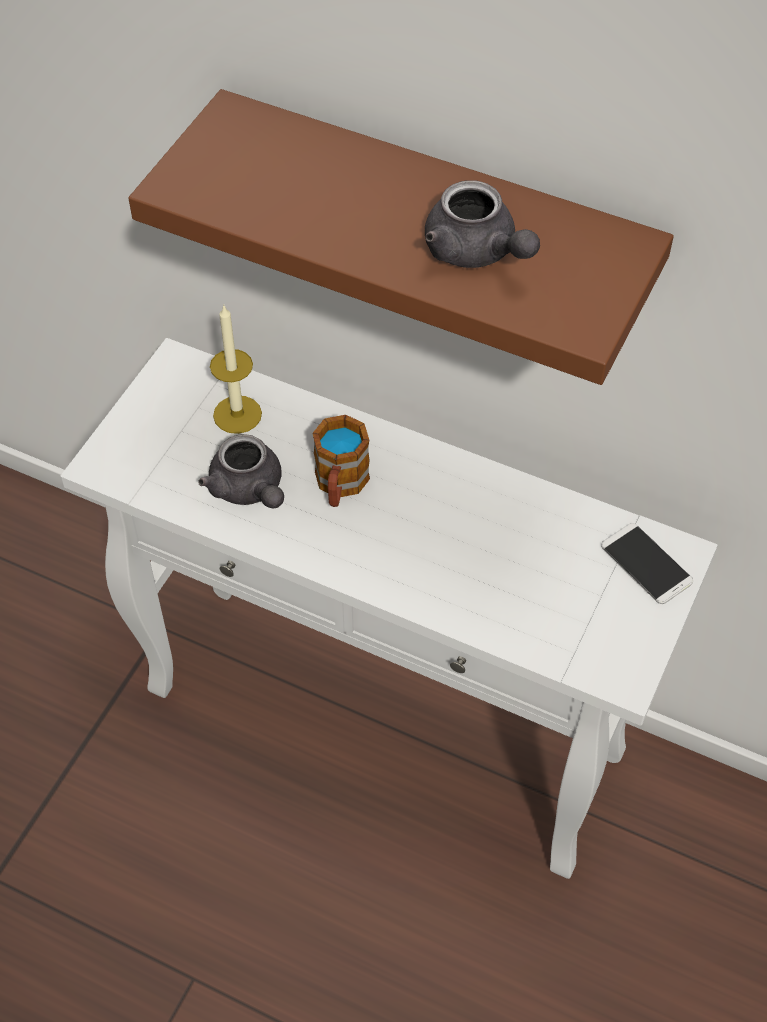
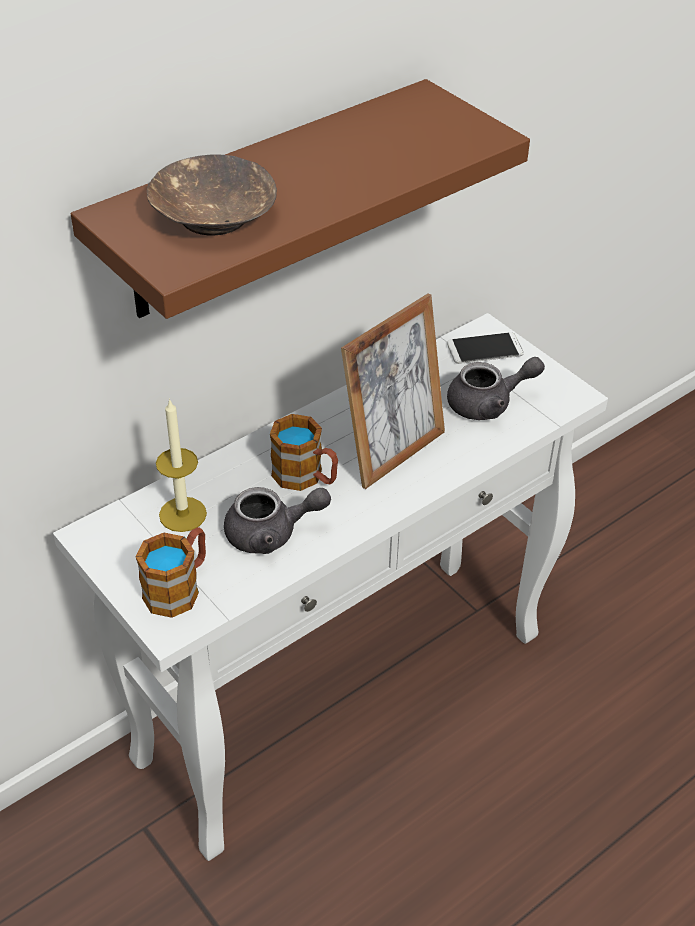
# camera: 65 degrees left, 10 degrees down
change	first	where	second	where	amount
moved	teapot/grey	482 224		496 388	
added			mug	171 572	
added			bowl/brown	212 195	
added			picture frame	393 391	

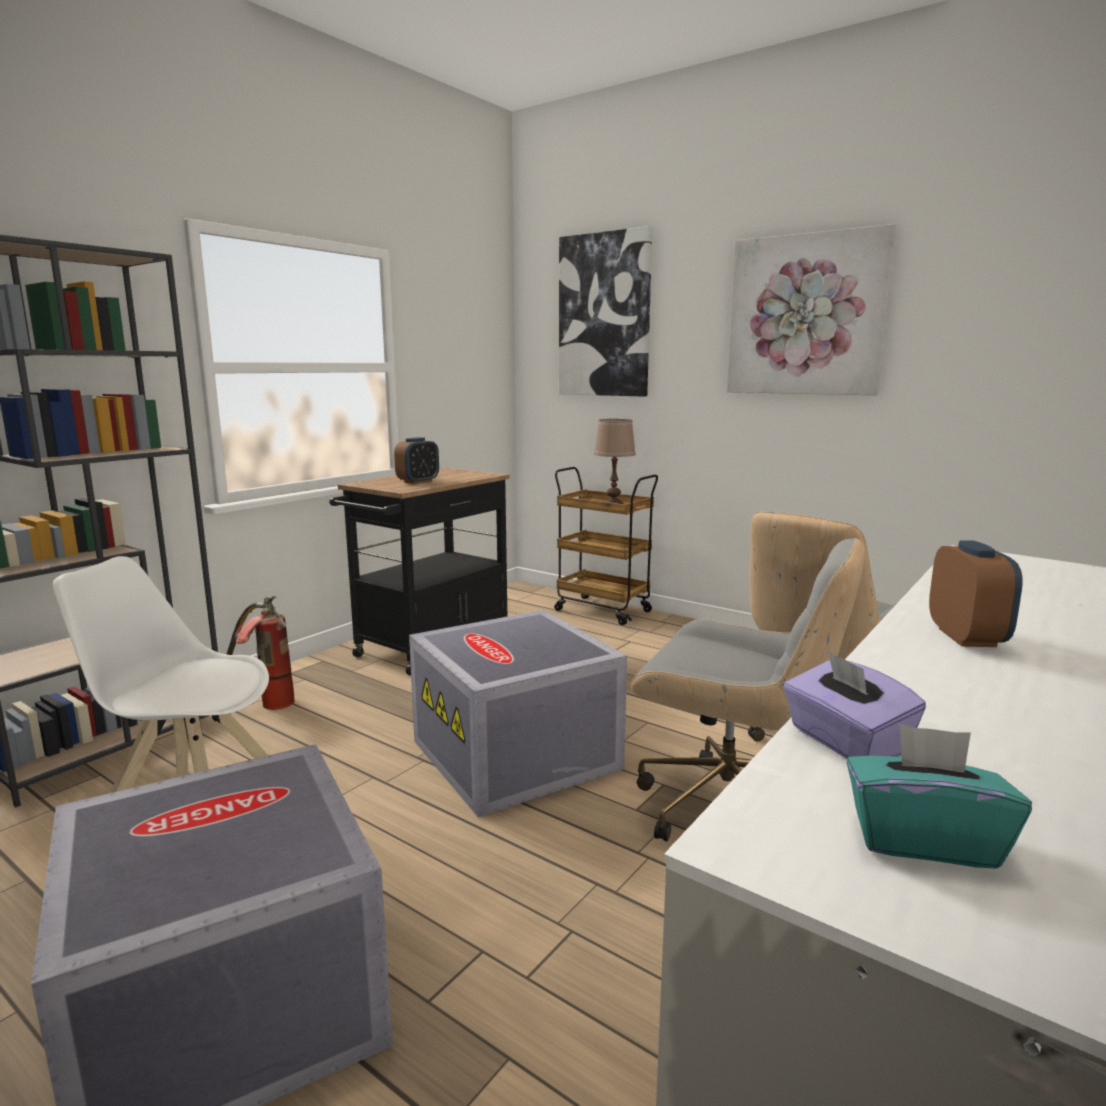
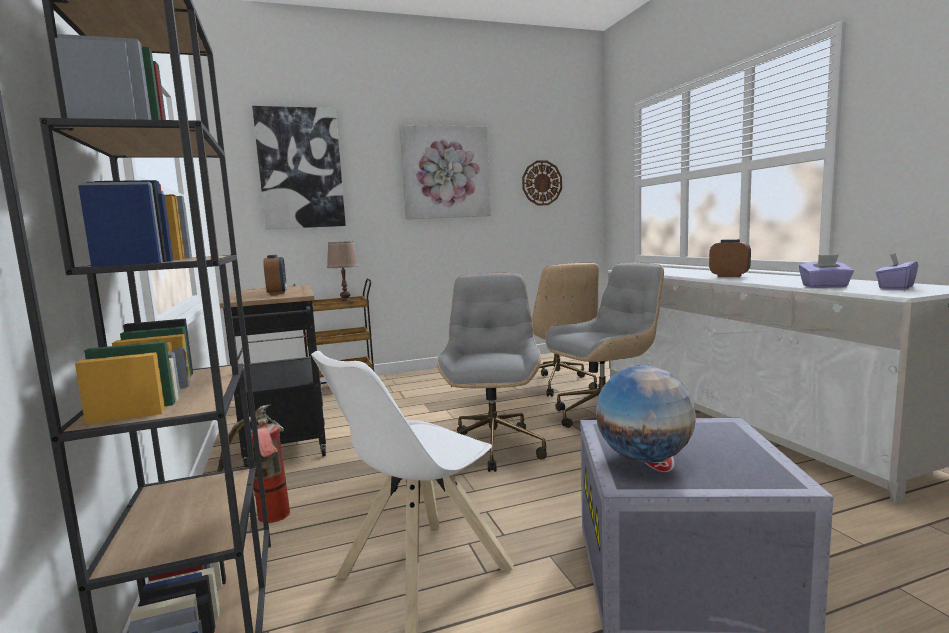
# camera: 55 degrees left, 5 degrees down
change	first	where	second	where	amount
replaced	storage box/grey	518 713	office chair/grey	492 372	
recoloured	tissue box/turquoise	939 796	tissue box/purple	897 271	
added			wall clock	542 183	
added			globe	646 414	

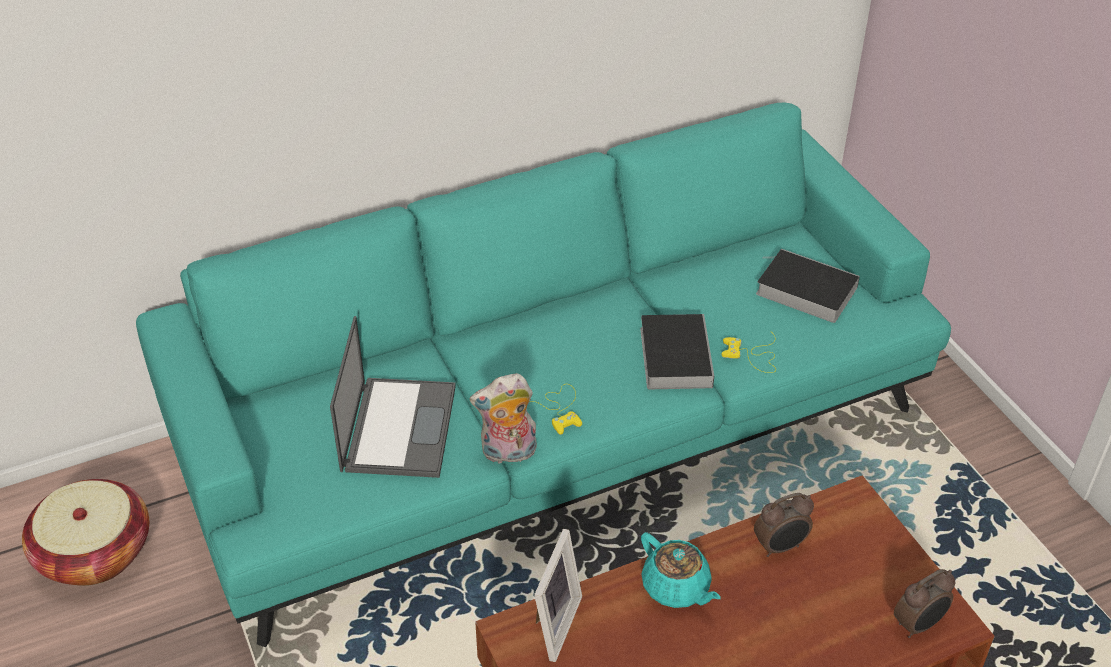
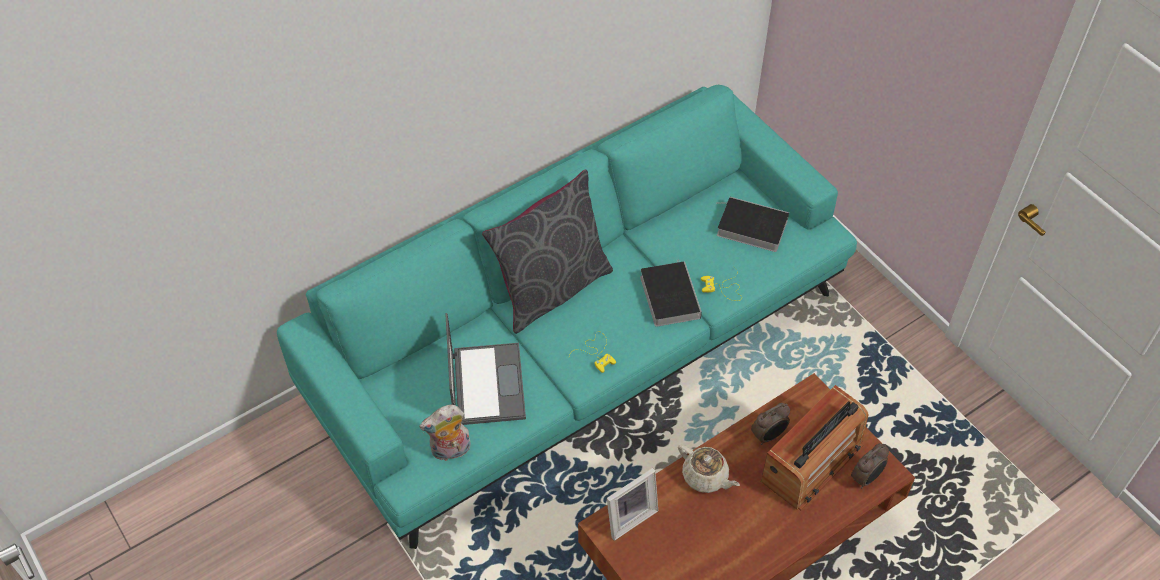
# camera: 10 degrees left, 10 degrees up
change	first	where	second	where	amount
removed	basket	85 532			
moved	plush toy	503 418		445 433	
turned	picture frame	558 595		632 504	45 degrees clockwise
recoloured	teapot/turquoise	681 570	teapot/beige	709 468	
added			pillow/grey	547 251	
added			radio	815 447	

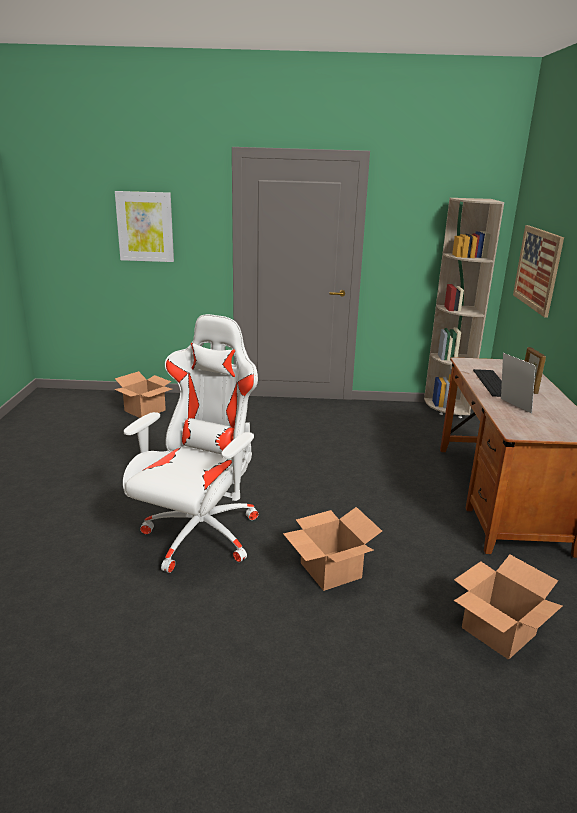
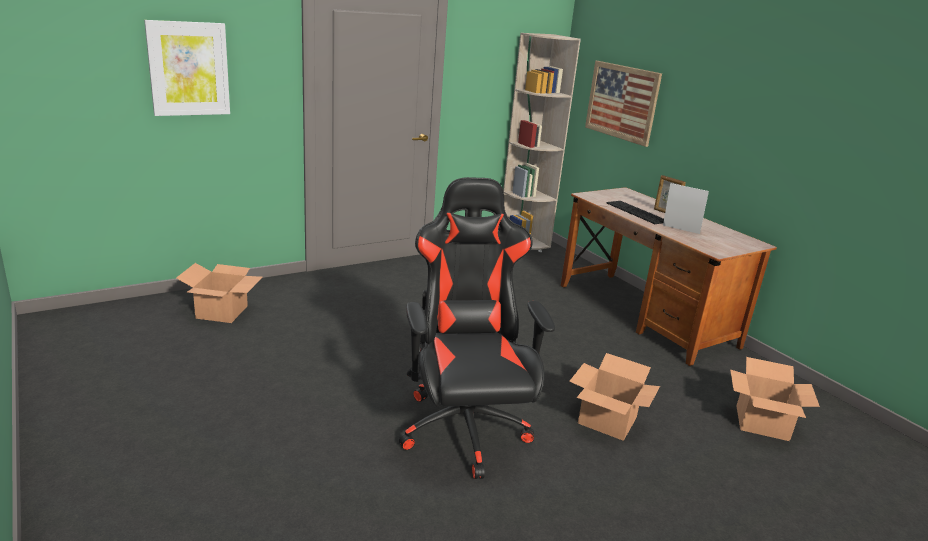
# camera: 35 degrees left, 0 degrees up
change	first	where	second	where	amount
recoloured	office chair/white	191 443	office chair/black	477 328	

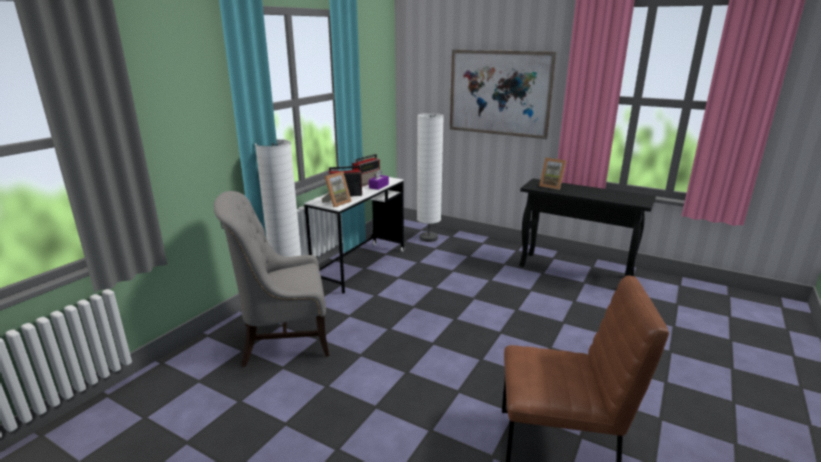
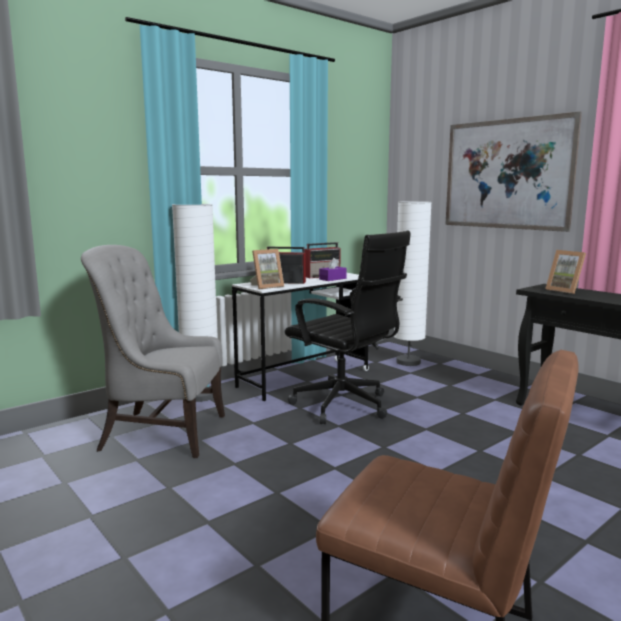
# camera: 20 degrees right, 10 degrees down
change	first	where	second	where	amount
added			office chair/black	347 327	

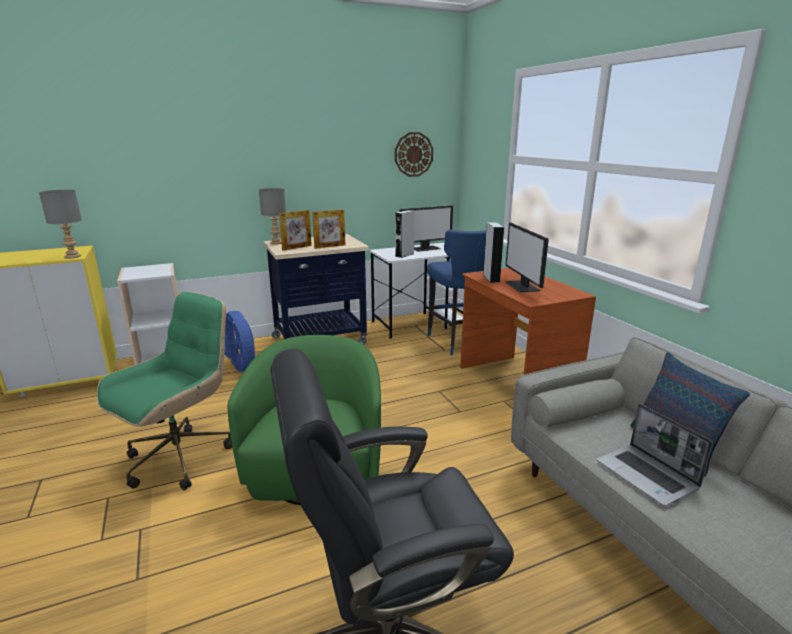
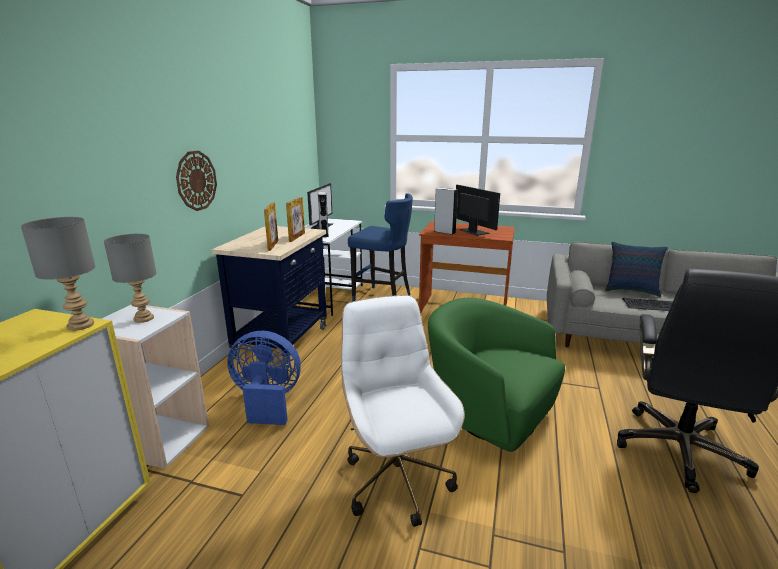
# camera: 50 degrees left, 0 degrees up
change	first	where	second	where	amount
recoloured	office chair/green	164 390	office chair/white	403 411	
moved	table lamp/grey	272 216		130 278	
moved	wall clock	414 154		196 181	
turned	monitor	527 257		478 210	150 degrees counterclockwise
replaced	laptop	655 455	keyboard	647 304	

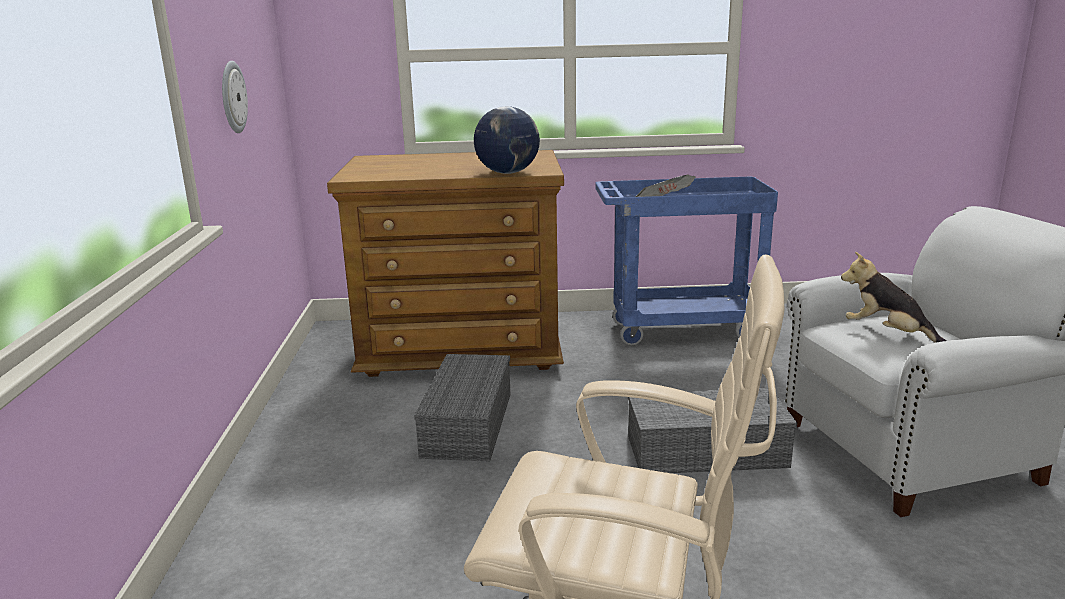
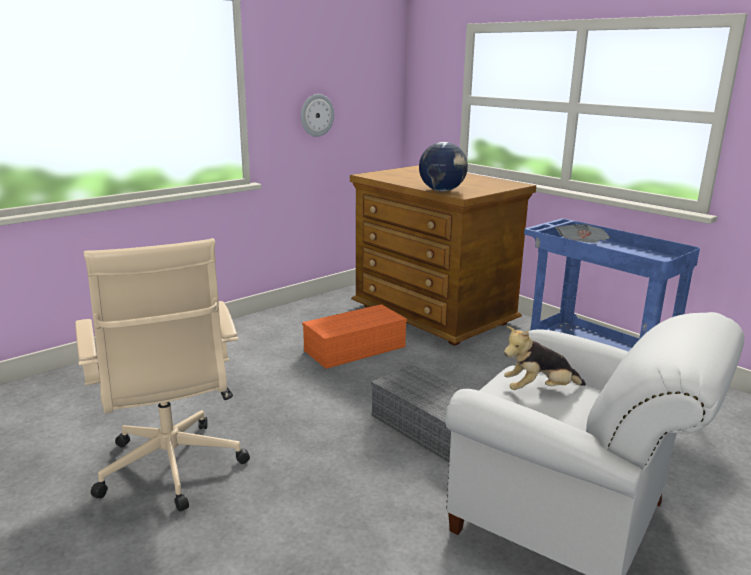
# camera: 50 degrees right, 0 degrees up
change	first	where	second	where	amount
recoloured	storage box/grey	462 407	storage box/orange	354 336	
turned	plush toy	893 297		545 358	105 degrees counterclockwise

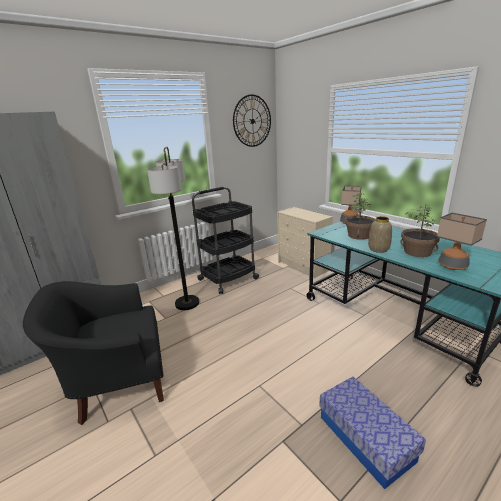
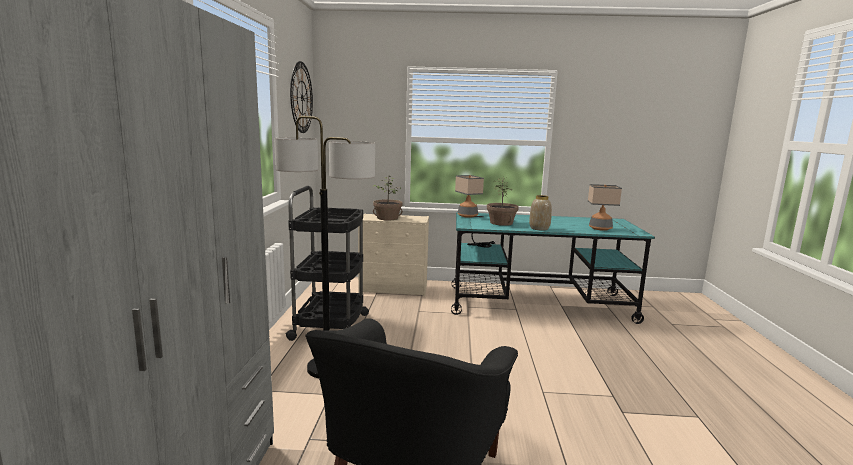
# camera: 50 degrees left, 10 degrees down
change	first	where	second	where	amount
removed	storage box	372 433			
moved	potted plant	420 230		388 198	

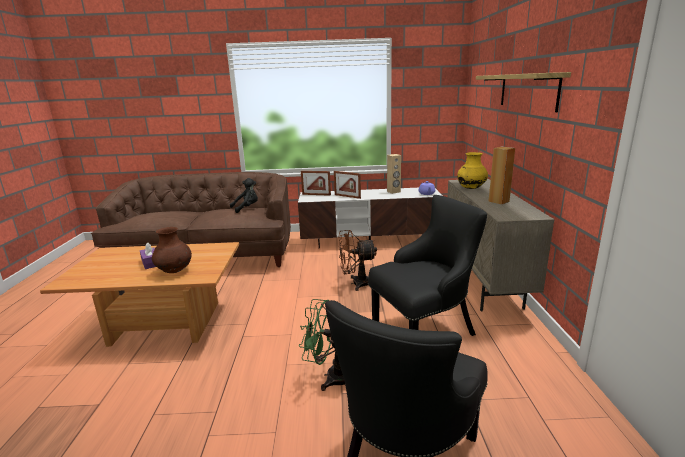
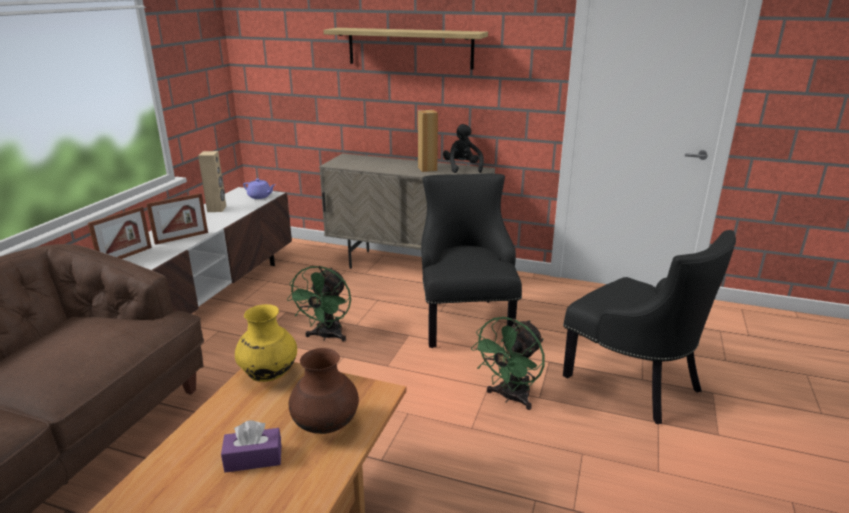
# camera: 70 degrees left, 5 degrees up
change	first	where	second	where	amount
moved	plush toy/black	244 195		463 148	
recoloured	fan/brown	357 260	fan/green	319 304	
moved	vase/yellow	472 170		266 343	

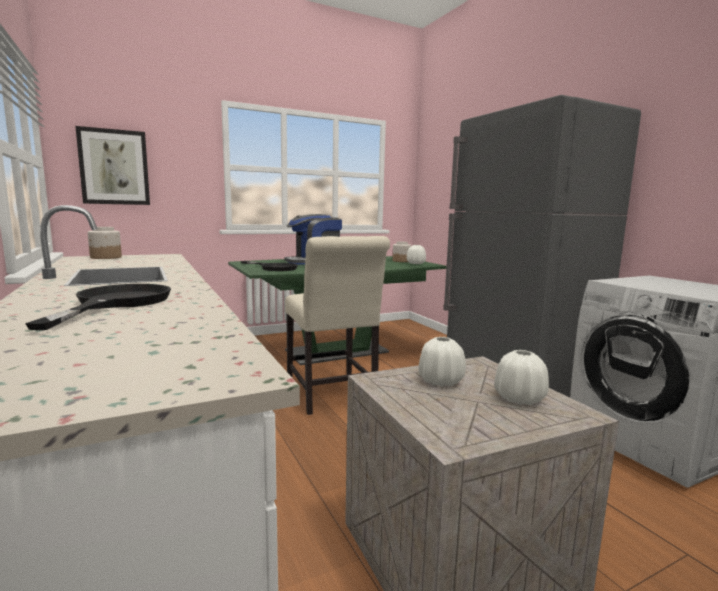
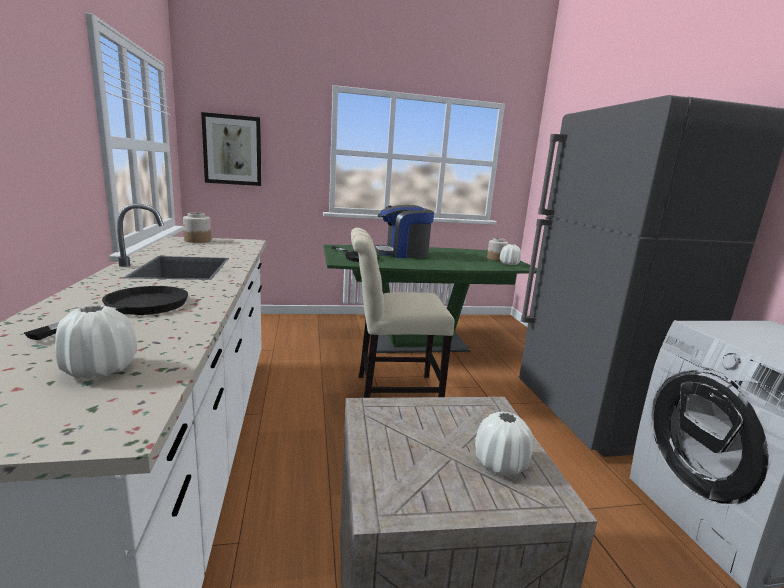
# camera: 15 degrees right, 5 degrees up
change	first	where	second	where	amount
turned	chair/beige	337 325		402 313	90 degrees clockwise
moved	vase/white	442 362		96 342	

